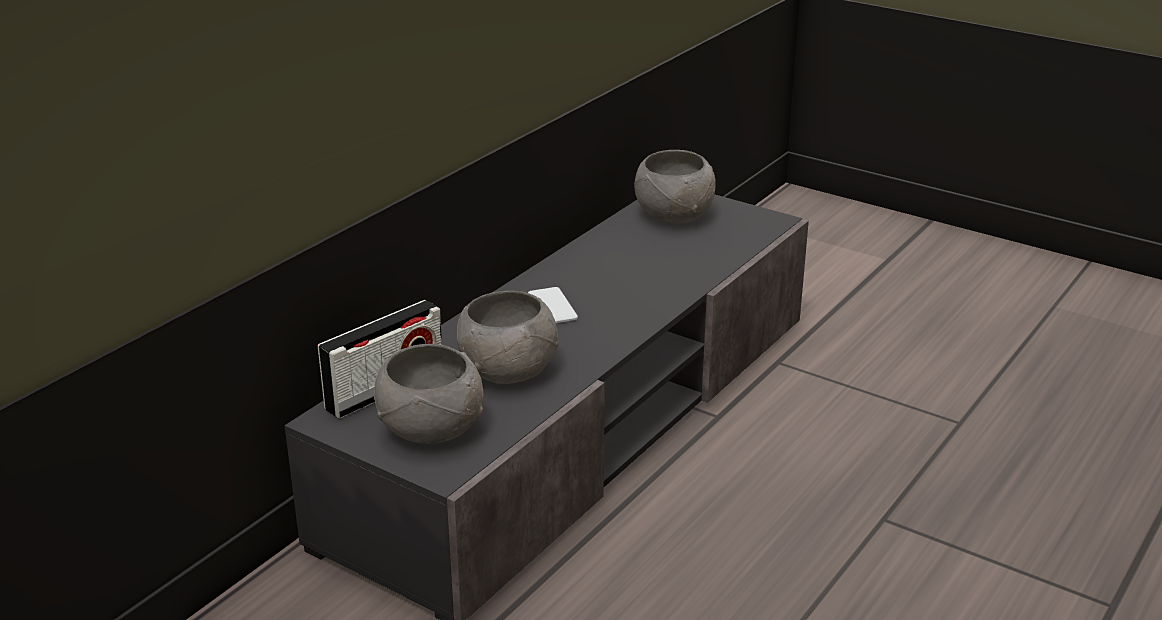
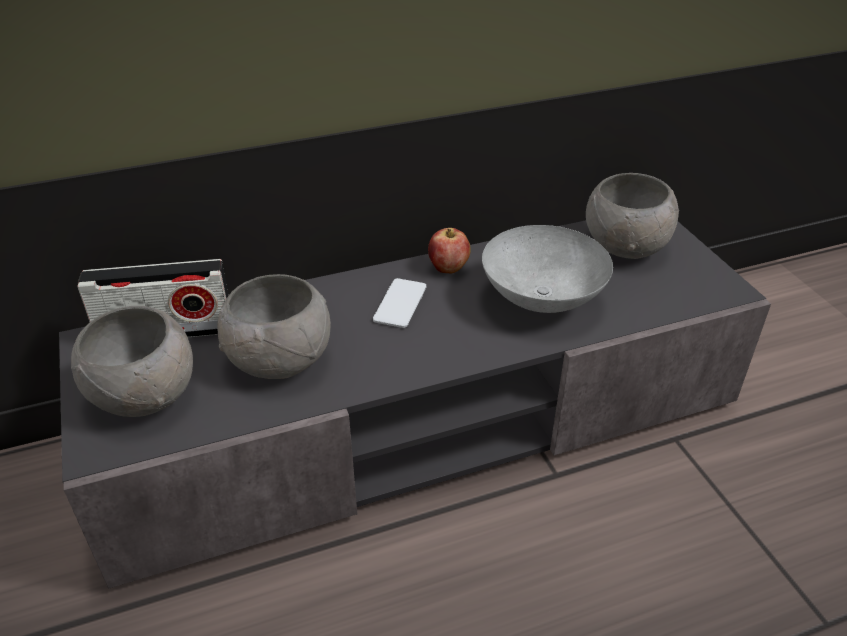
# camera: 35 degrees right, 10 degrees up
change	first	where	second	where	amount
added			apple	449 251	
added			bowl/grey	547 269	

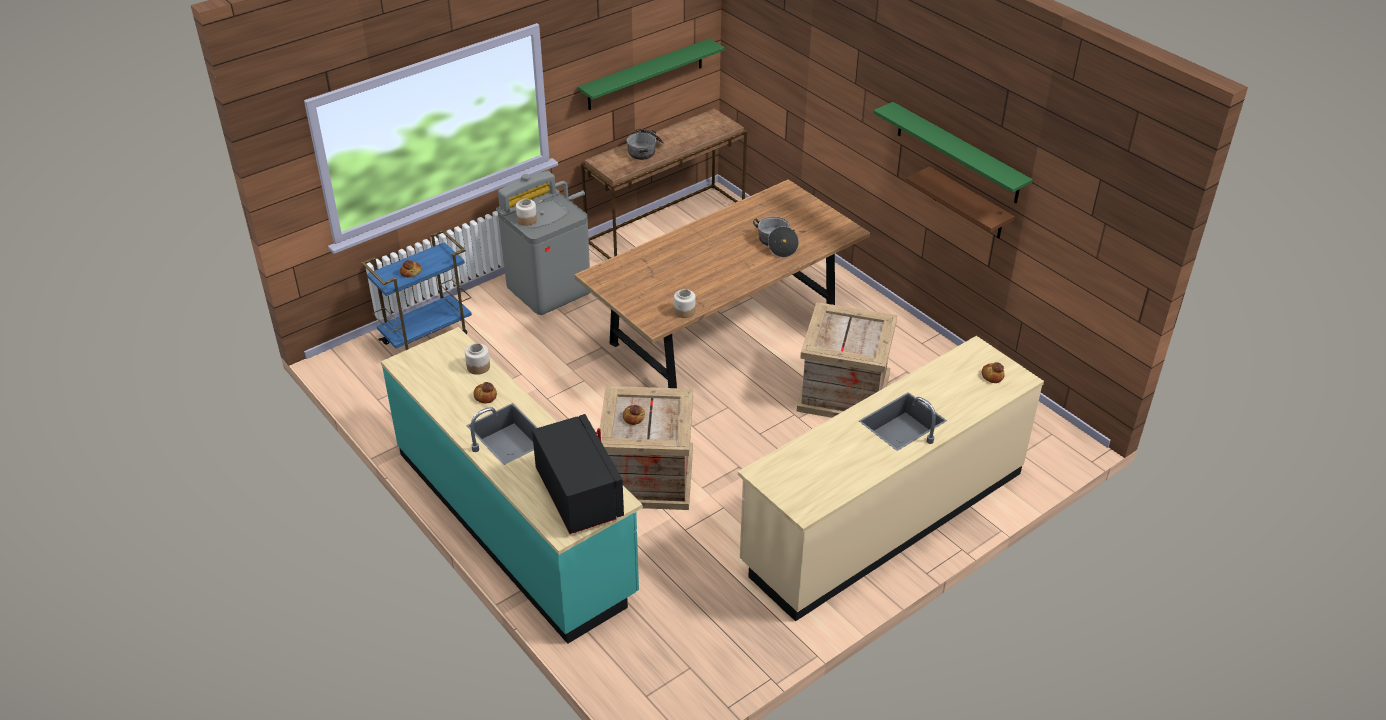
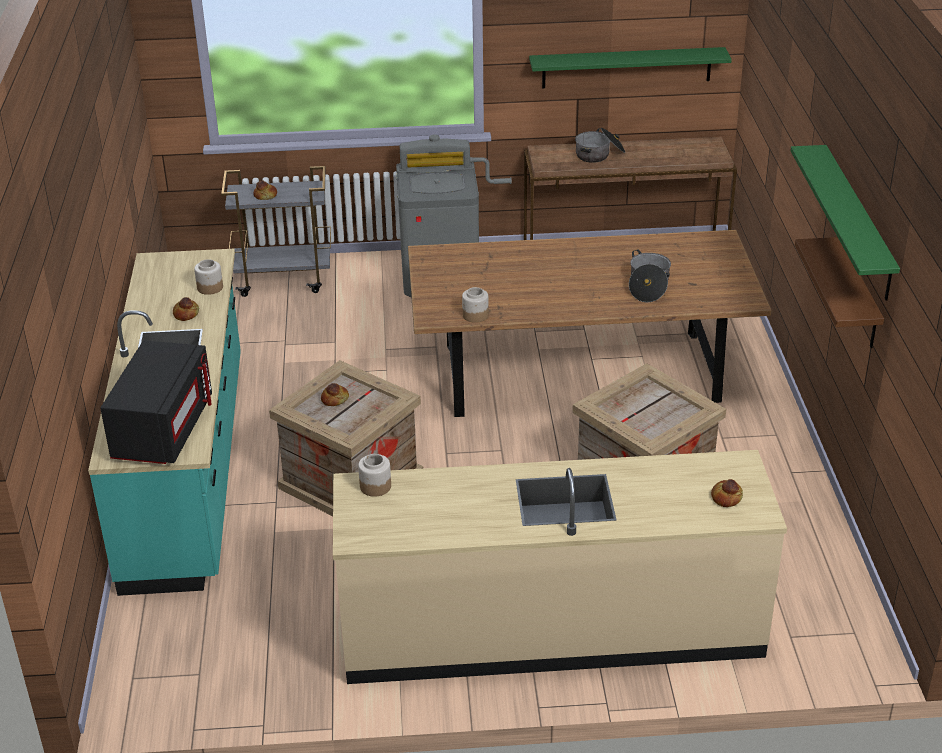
# camera: 35 degrees right, 5 degrees down
change	first	where	second	where	amount
recoloured	cart/blue	417 290	cart/grey	276 231	
moved	jar	526 212		374 475	

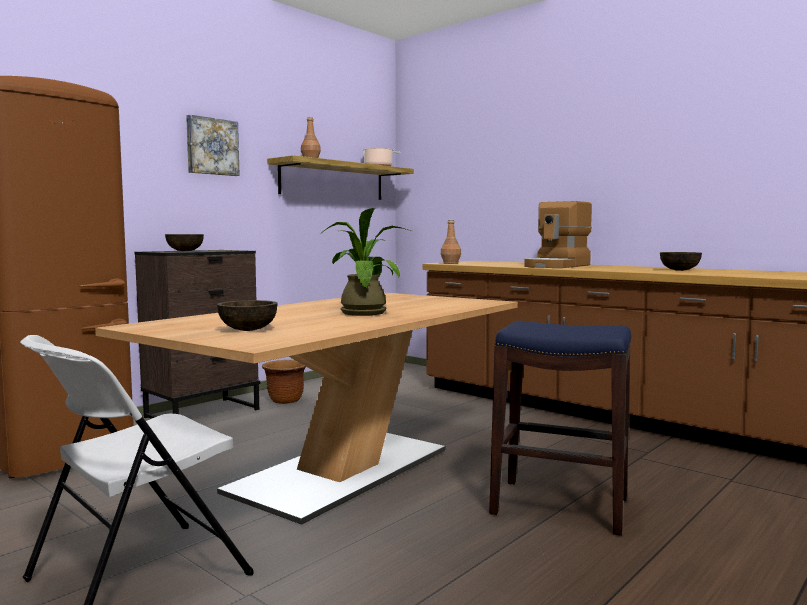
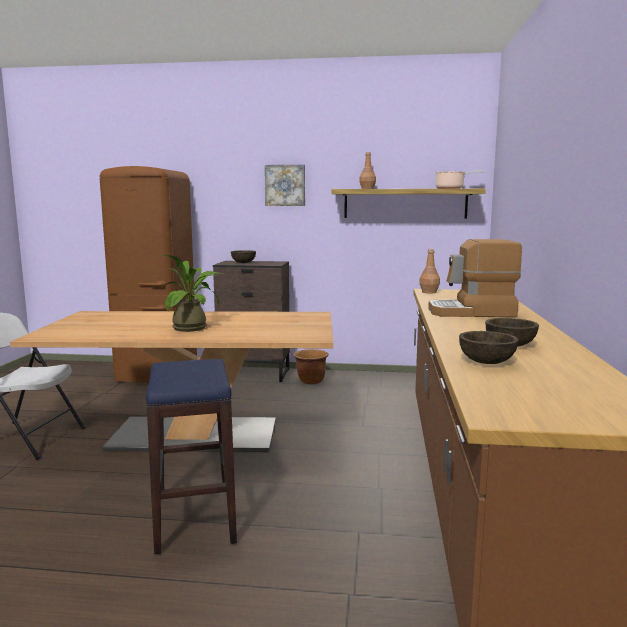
# camera: 55 degrees right, 5 degrees up
change	first	where	second	where	amount
moved	bowl/brown	247 315		489 347	

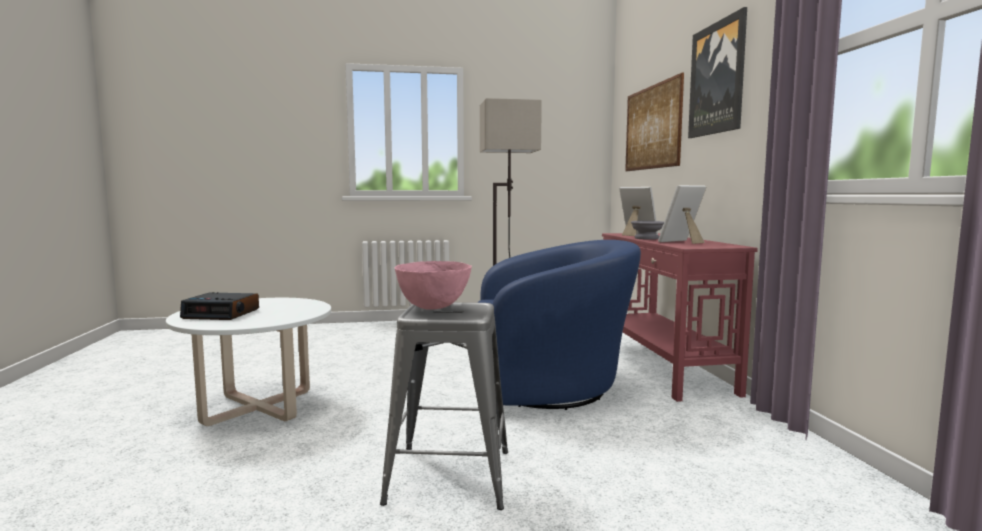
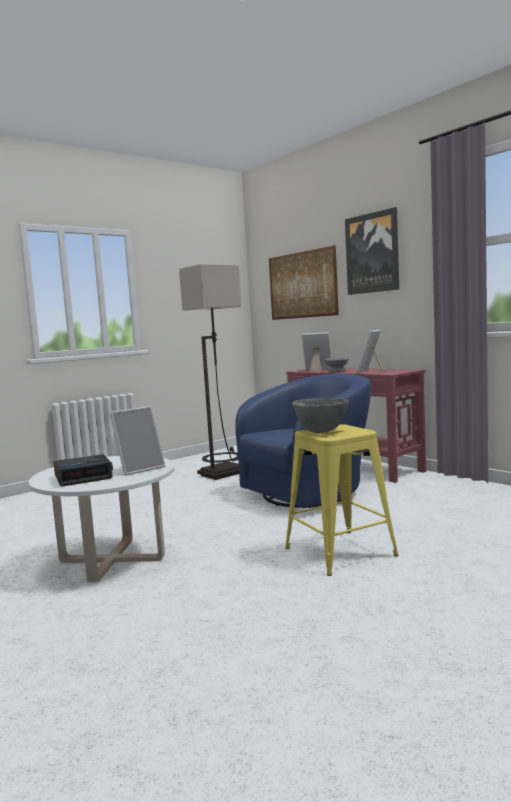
# camera: 30 degrees left, 0 degrees up
change	first	where	second	where	amount
recoloured	stool/grey	444 406	stool/yellow	341 500	
recoloured	bowl/pink	433 285	bowl/grey	320 415	
added			picture frame	137 441	

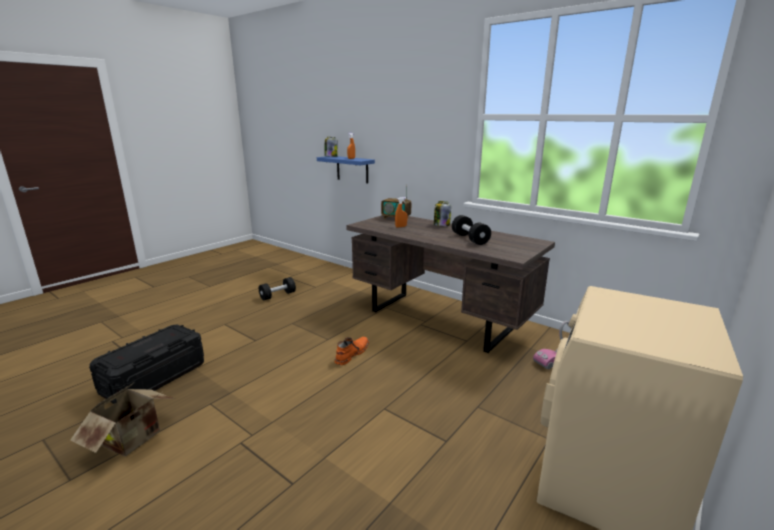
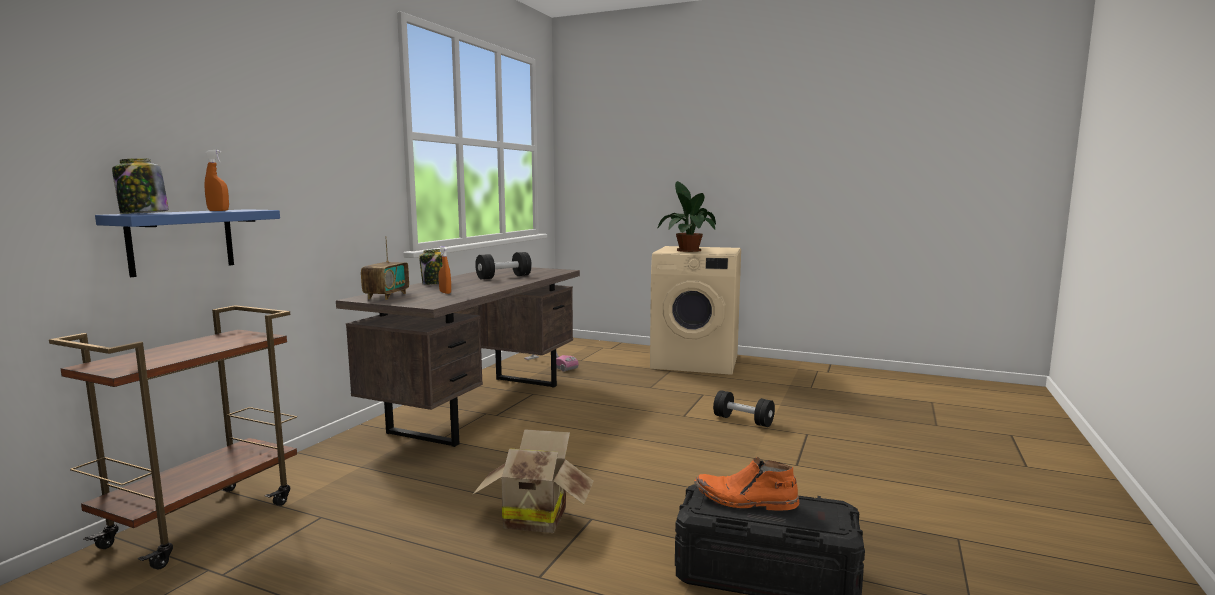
# camera: 105 degrees left, 10 degrees down
change	first	where	second	where	amount
moved	cardboard box	122 419		533 481	
moved	dumbbell/black	277 288		744 408	
moved	boot/orange	352 351		746 484	
added			cart/brown	173 437	
added			potted plant	687 216	

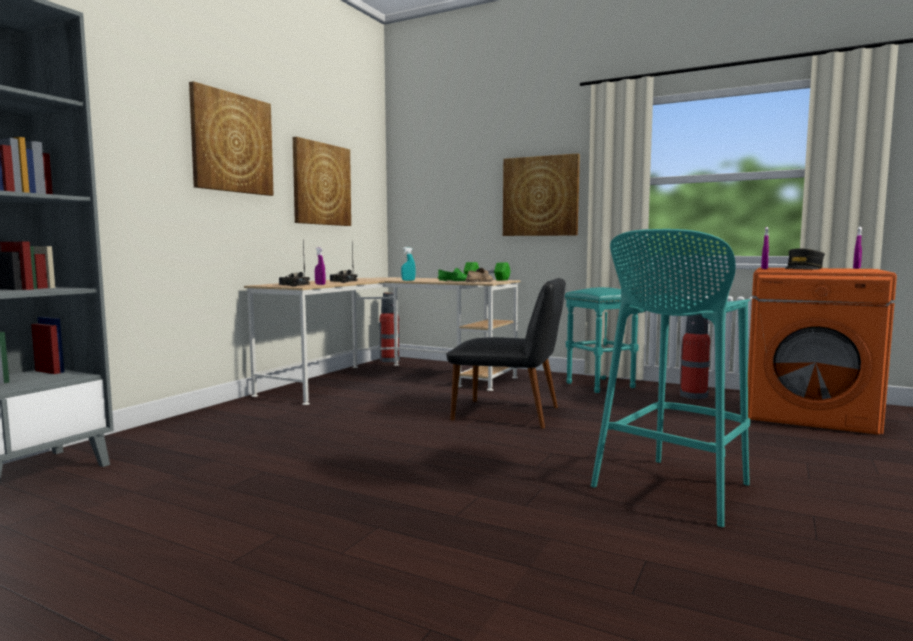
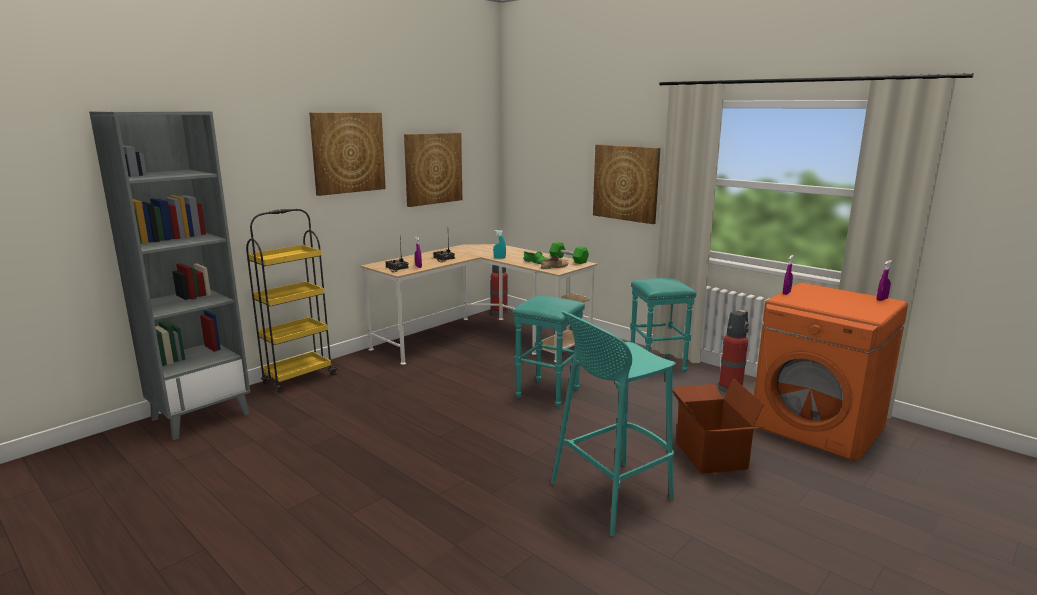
# camera: 15 degrees right, 10 degrees up
change	first	where	second	where	amount
replaced	chair/black	506 353	stool/turquoise	548 351	
removed	cap/grey	805 258			
added			cart/yellow	292 301	
added			cardboard box	719 426	

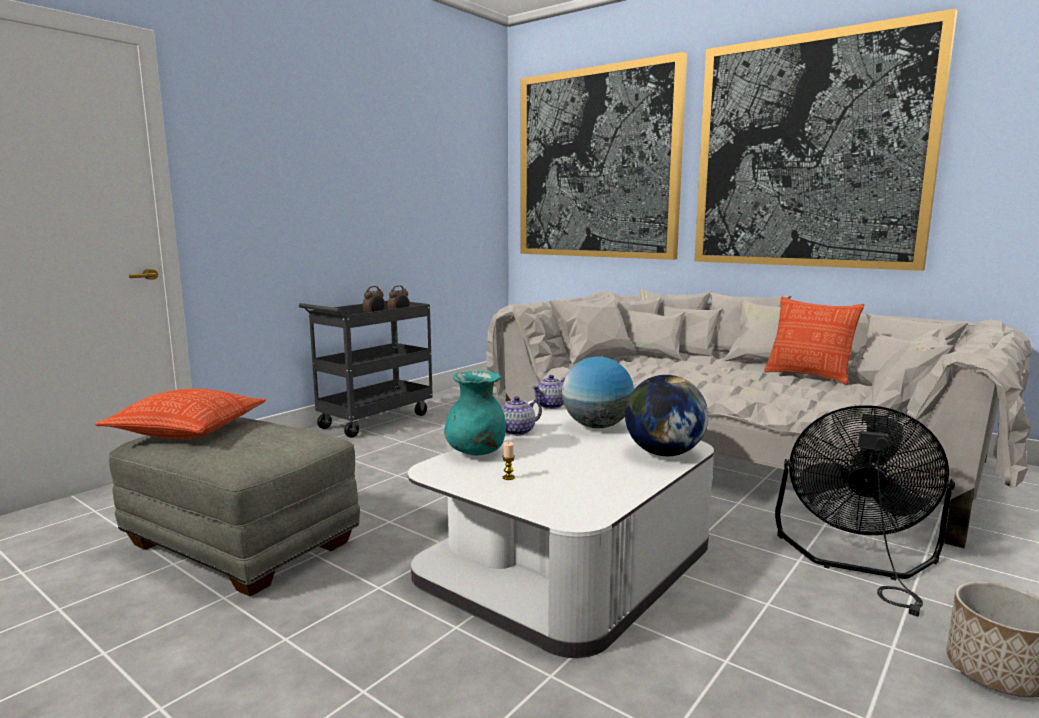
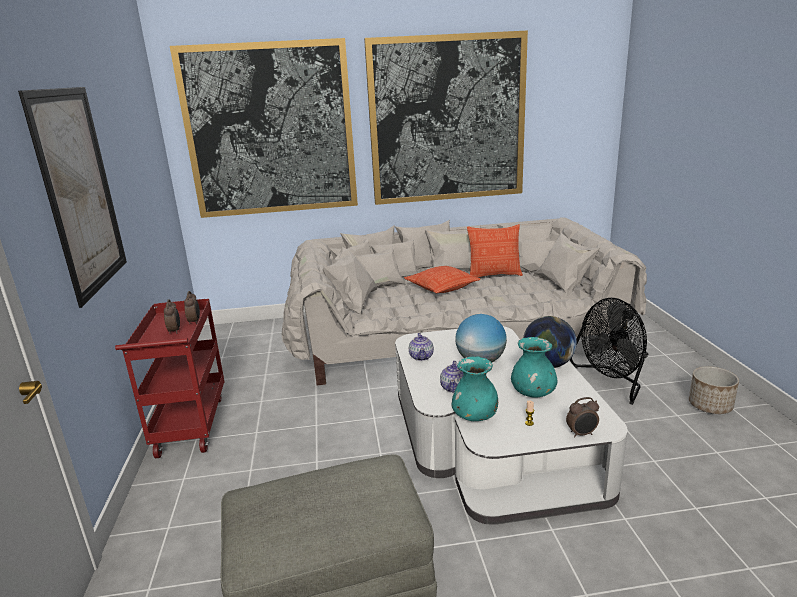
# camera: 45 degrees left, 10 degrees up
change	first	where	second	where	amount
moved	pillow/orange	180 413		442 280	
recoloured	cart/grey	366 369	cart/red	170 378	
turned	fan/black	865 510		609 351	90 degrees counterclockwise
added			picture	72 197	
added			vase/turquoise	534 367	
added			alarm clock	582 417	

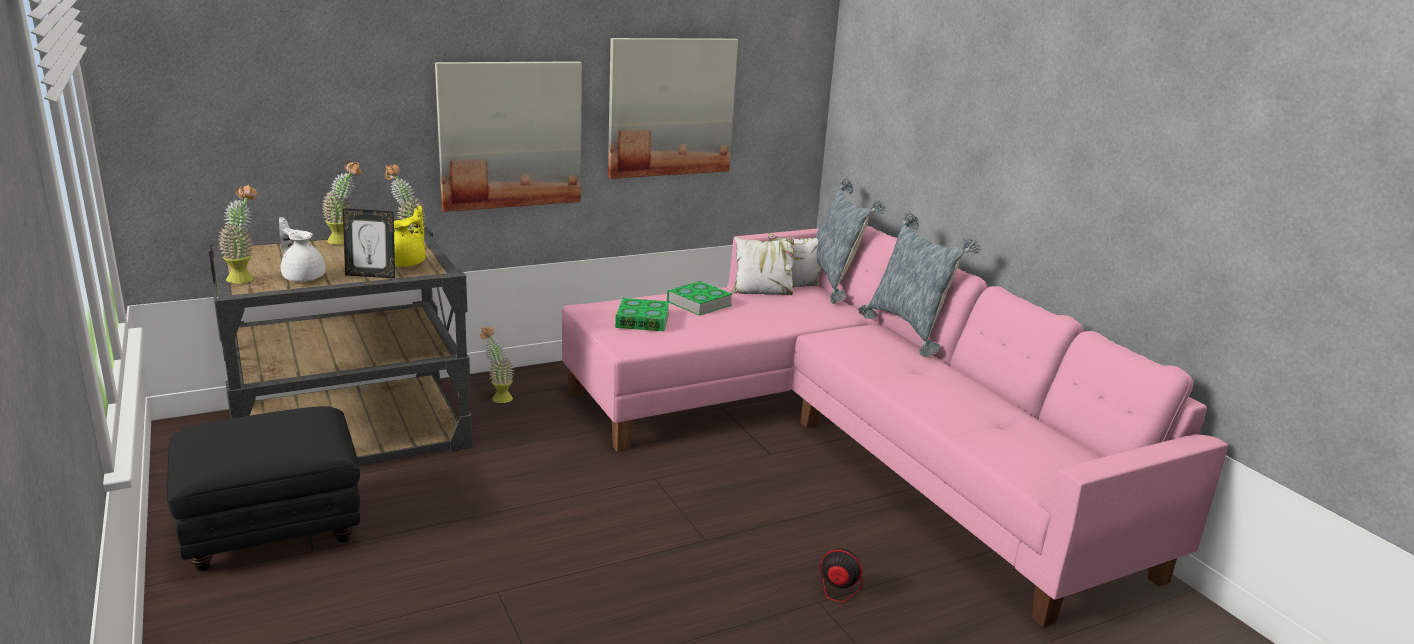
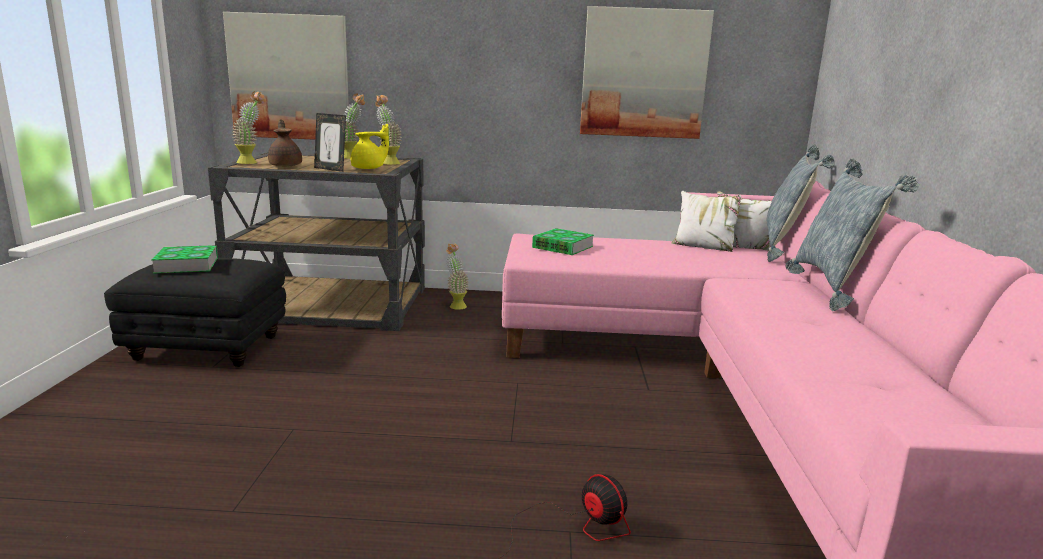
# camera: 30 degrees right, 5 degrees down
change	first	where	second	where	amount
recoloured	teapot/white	302 249	teapot/brown	285 143	
moved	picture	508 136		286 76	
moved	book	699 298		185 259	

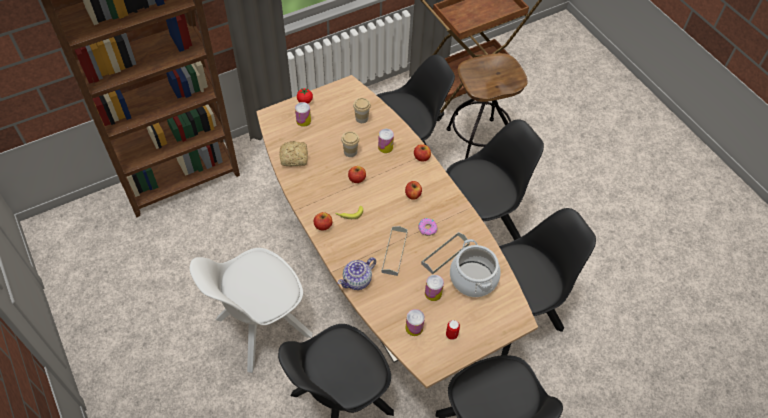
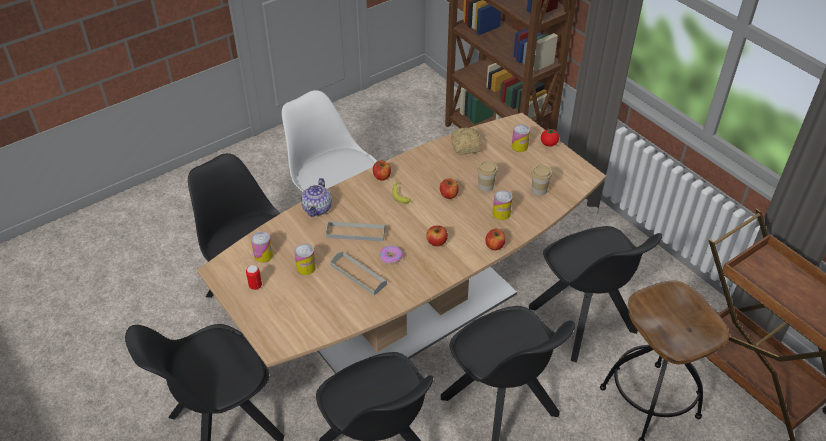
# camera: 85 degrees right, 10 degrees down
change	first	where	second	where	amount
turned	teapot	357 273		316 197	120 degrees counterclockwise
removed	cooking pot	475 268			

